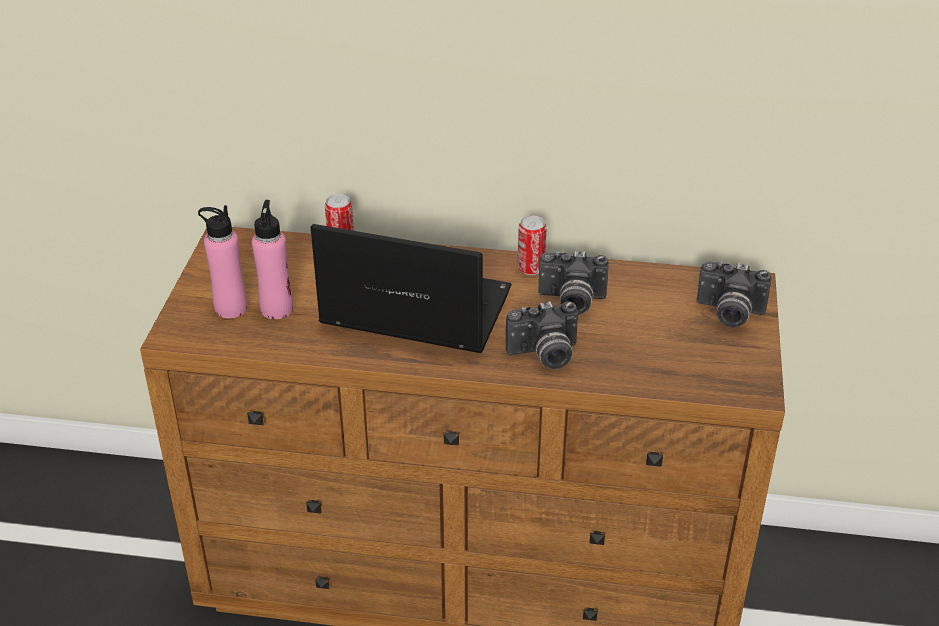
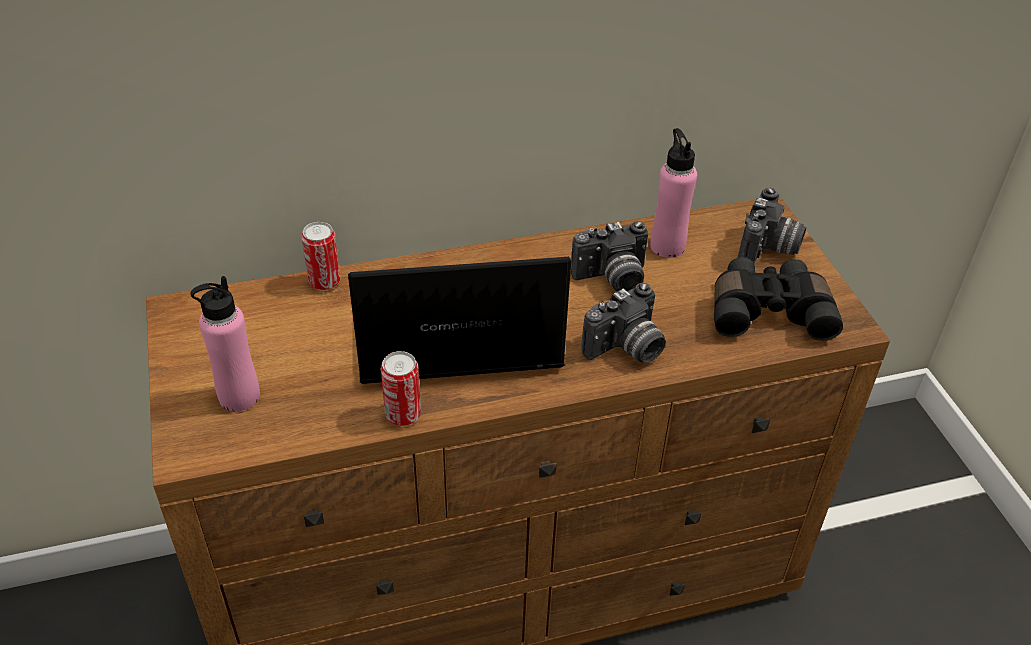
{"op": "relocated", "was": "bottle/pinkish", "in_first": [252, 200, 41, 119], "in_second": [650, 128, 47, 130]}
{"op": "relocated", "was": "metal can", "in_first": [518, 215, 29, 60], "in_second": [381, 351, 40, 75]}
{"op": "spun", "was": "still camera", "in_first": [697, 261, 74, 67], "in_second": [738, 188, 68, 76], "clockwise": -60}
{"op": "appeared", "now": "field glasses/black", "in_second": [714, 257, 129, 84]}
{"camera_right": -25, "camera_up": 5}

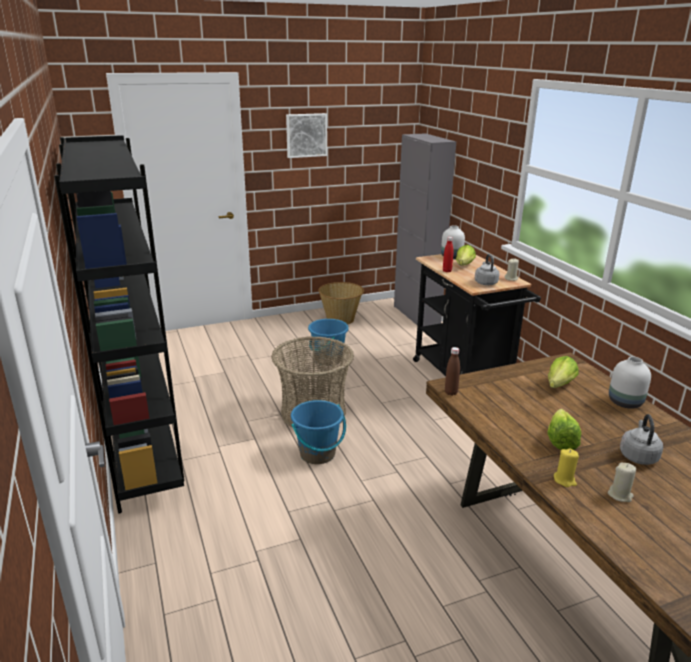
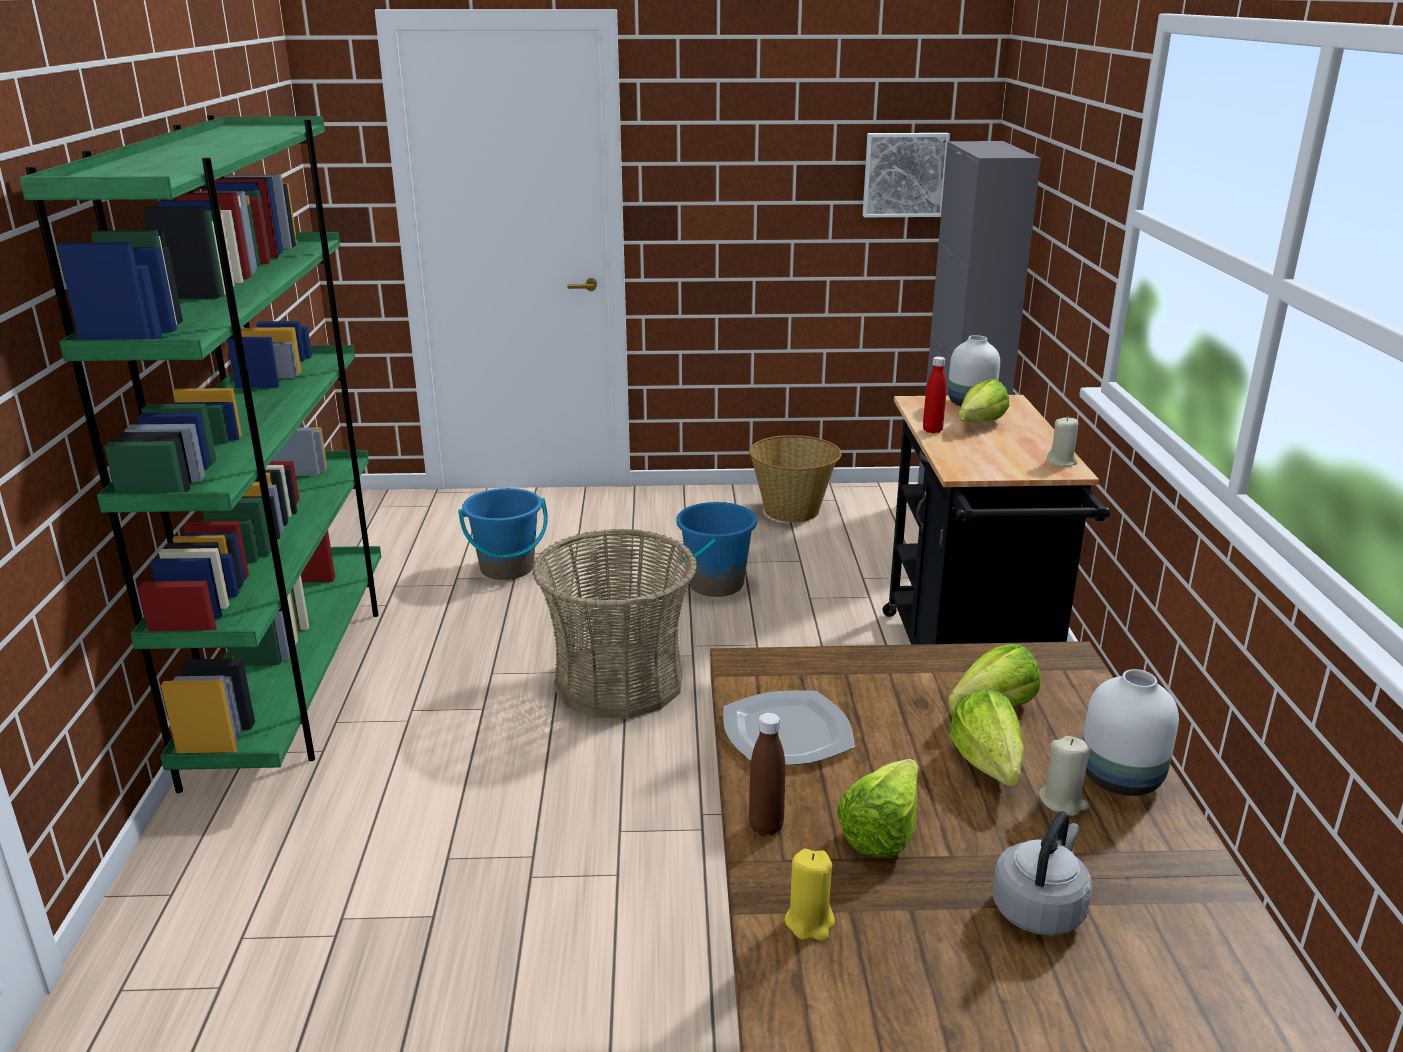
{"op": "colour", "was": "bookcase/black", "now": "bookcase/green", "in_first": [54, 135, 130, 379], "in_second": [19, 115, 362, 678]}
{"op": "relocated", "was": "picture", "in_first": [286, 113, 41, 45], "in_second": [863, 133, 87, 84]}
{"op": "relocated", "was": "water bucket/blue", "in_first": [291, 400, 55, 64], "in_second": [458, 488, 90, 92]}
{"op": "relocated", "was": "bottle/brown-coloured", "in_first": [445, 347, 15, 49], "in_second": [749, 713, 36, 123]}
{"op": "missing", "was": "kettle/gray", "in_first": [475, 254, 25, 31]}
{"op": "relocated", "was": "wax light/beige", "in_first": [608, 463, 28, 39], "in_second": [1039, 736, 51, 80]}
{"op": "appeared", "now": "dinner plate", "in_second": [723, 691, 132, 74]}
{"op": "appeared", "now": "lettuce head", "in_second": [949, 689, 75, 97]}
{"camera_right": 20, "camera_up": 0}

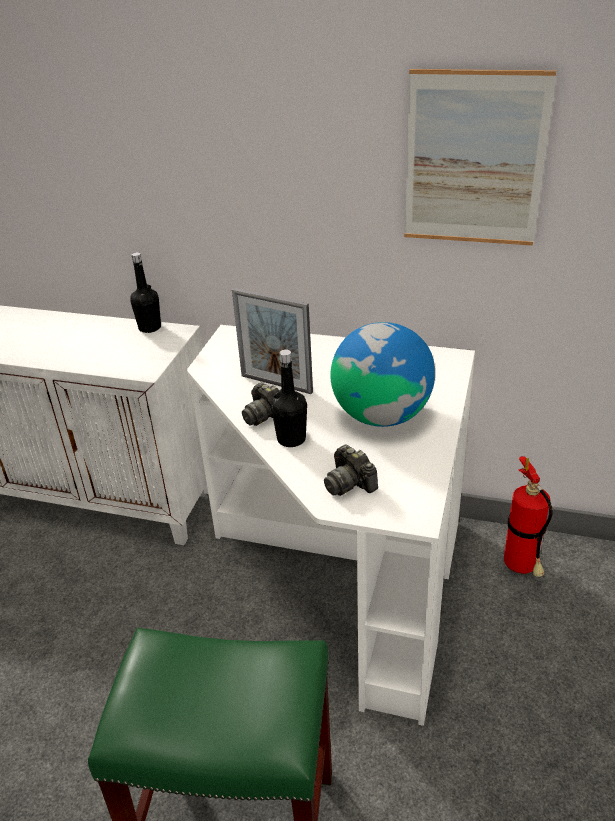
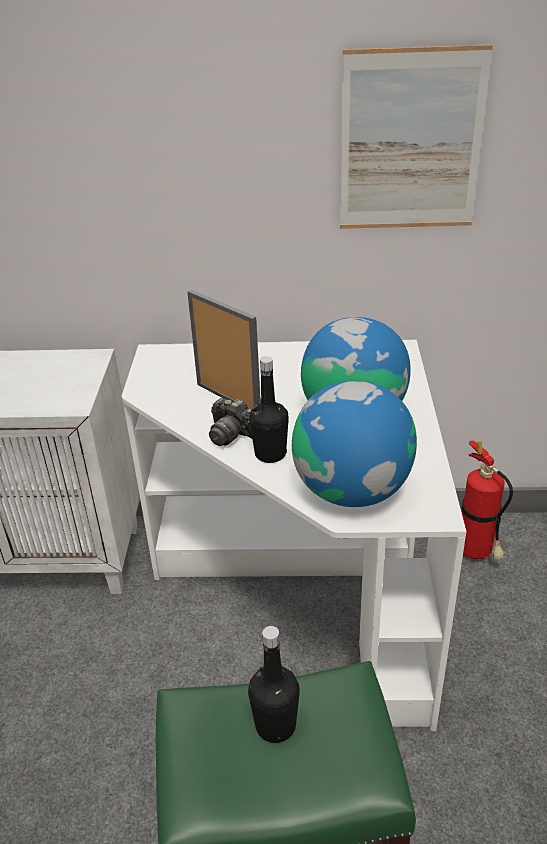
{"op": "relocated", "was": "bottle/black", "in_first": [130, 252, 31, 81], "in_second": [248, 626, 52, 117]}
{"op": "spun", "was": "picture frame", "in_first": [232, 288, 81, 106], "in_second": [187, 290, 74, 119], "clockwise": -150}
{"op": "exchanged", "was": "still camera", "now": "globe", "in_first": [324, 444, 54, 52], "in_second": [292, 381, 125, 126]}
{"camera_right": -15, "camera_up": 0}

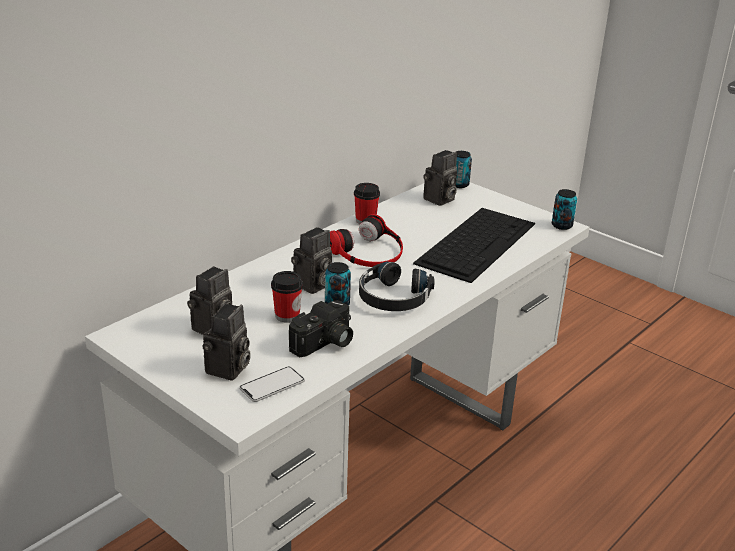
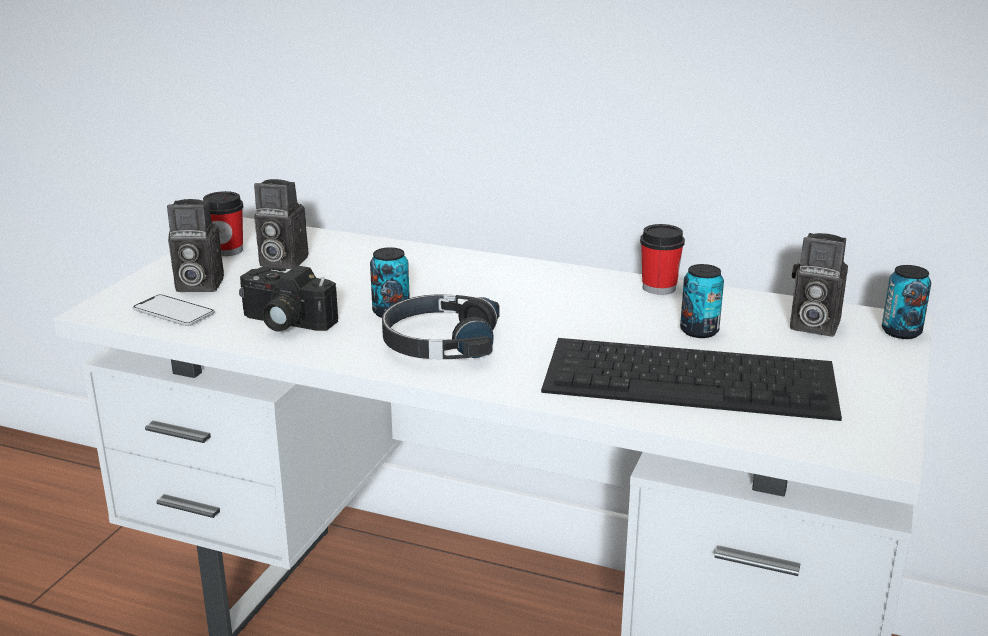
{"op": "relocated", "was": "drinking cup", "in_first": [271, 271, 32, 52], "in_second": [203, 191, 41, 65]}
{"op": "missing", "was": "still camera", "in_first": [291, 227, 41, 67]}
{"op": "missing", "was": "pair of headphones", "in_first": [330, 214, 73, 53]}
{"op": "relocated", "was": "metal can", "in_first": [552, 189, 25, 41], "in_second": [680, 264, 44, 74]}
{"camera_right": 70, "camera_up": -5}

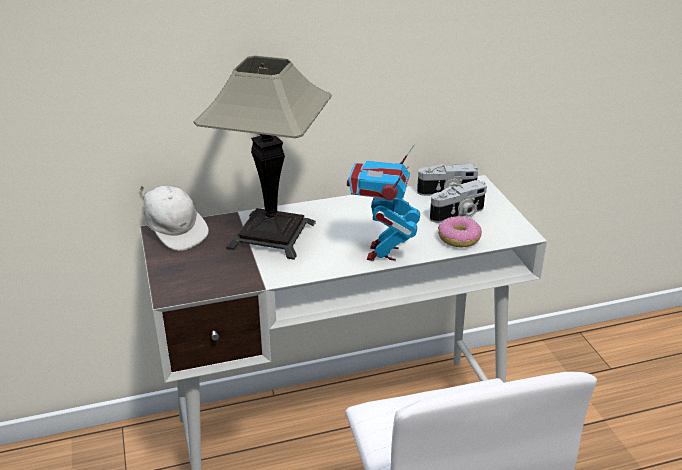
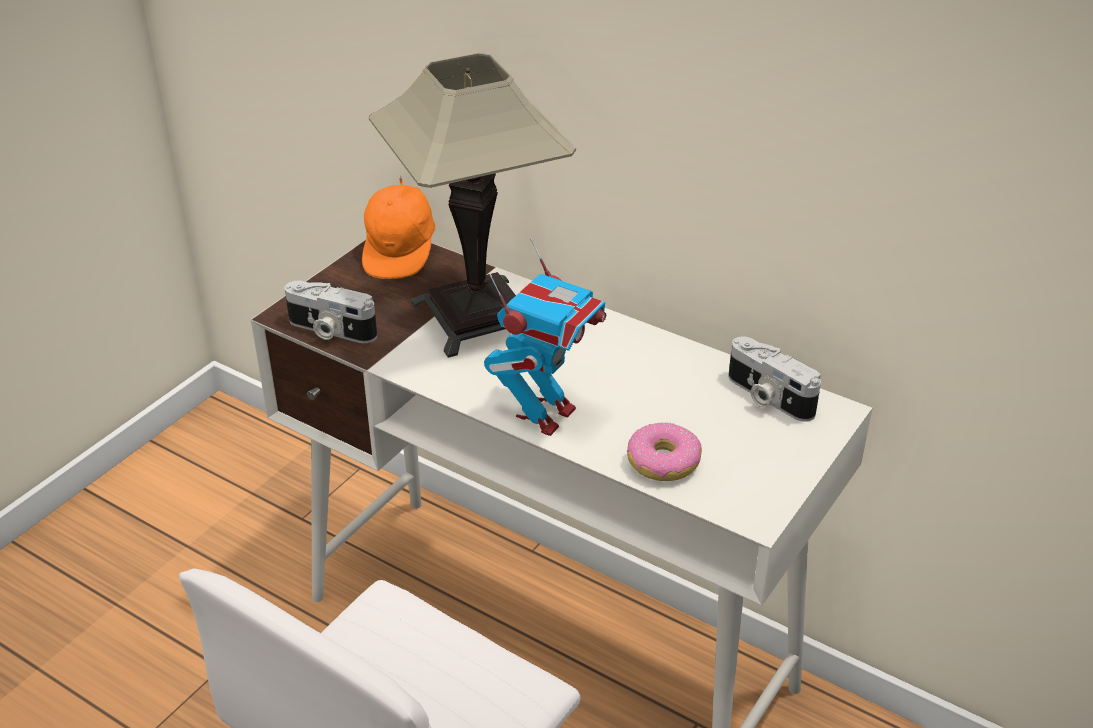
{"op": "colour", "was": "peaked cap/whitish", "now": "peaked cap/orangey", "in_first": [140, 186, 69, 65], "in_second": [362, 175, 73, 104]}
{"op": "spun", "was": "robot figure", "in_first": [347, 145, 73, 116], "in_second": [484, 238, 122, 198], "clockwise": 150}
{"op": "relocated", "was": "still camera", "in_first": [430, 180, 57, 43], "in_second": [284, 281, 93, 62]}
{"camera_right": 50, "camera_up": 5}

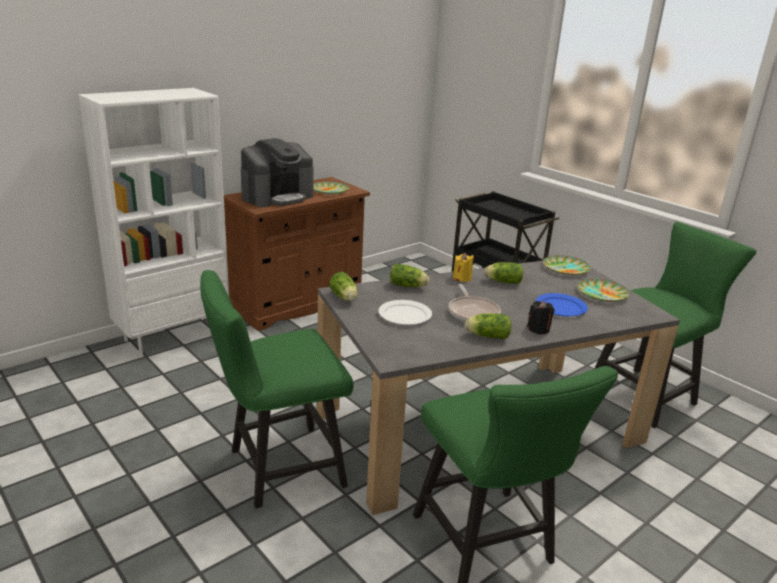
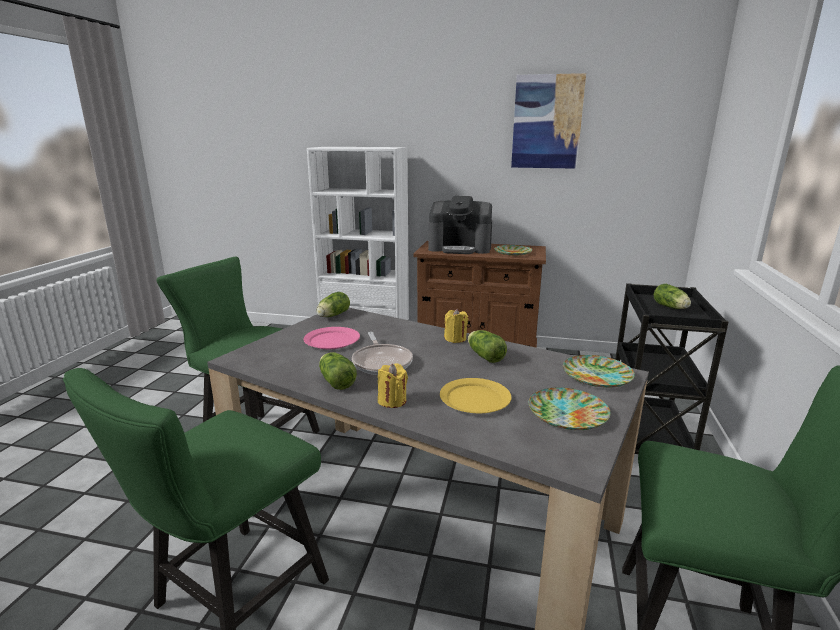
{"op": "colour", "was": "dinner plate/whitish", "now": "dinner plate/pinkish", "in_first": [378, 300, 54, 25], "in_second": [303, 327, 57, 22]}
{"op": "relocated", "was": "lettuce head", "in_first": [390, 264, 39, 23], "in_second": [654, 284, 37, 25]}
{"op": "spun", "was": "skillet", "in_first": [449, 284, 52, 38], "in_second": [352, 332, 61, 43], "clockwise": -60}
{"op": "colour", "was": "wax light/black", "now": "wax light/yellow", "in_first": [527, 301, 28, 33], "in_second": [378, 363, 30, 45]}
{"op": "colour", "was": "dinner plate/blue", "now": "dinner plate/yellow", "in_first": [536, 293, 52, 23], "in_second": [440, 378, 71, 35]}
{"op": "appeared", "now": "picture", "in_second": [511, 73, 75, 96]}
{"camera_right": 55, "camera_up": -5}

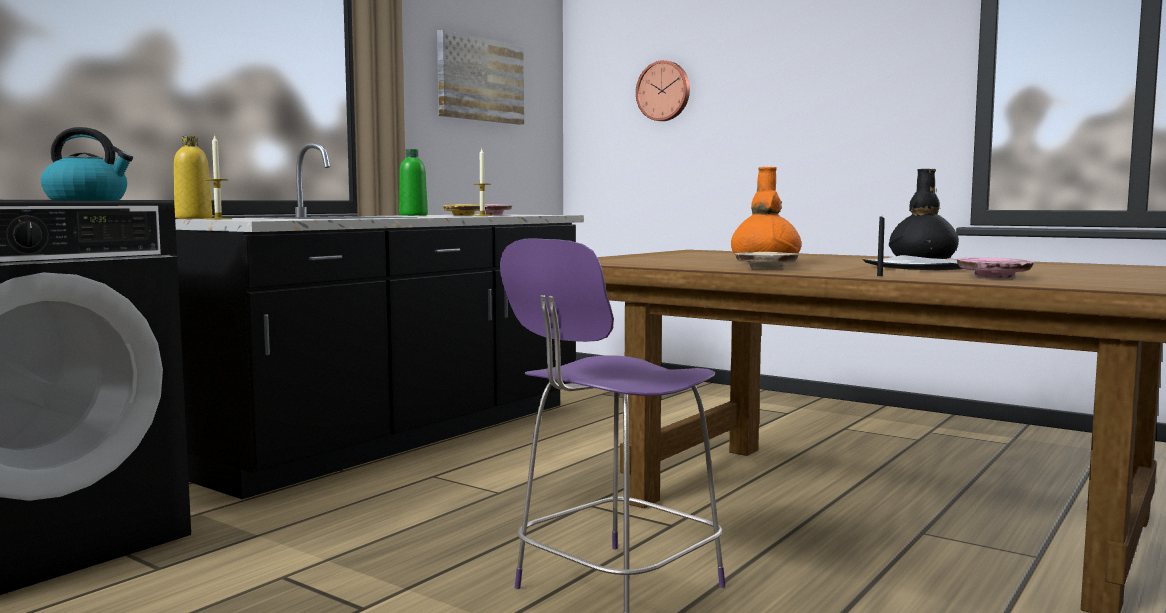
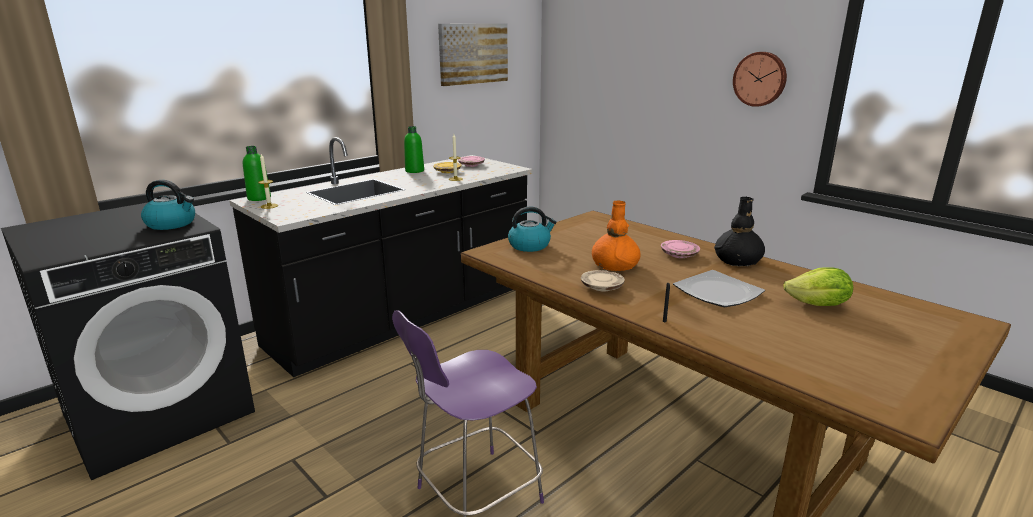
{"op": "colour", "was": "bottle/yellow", "now": "bottle/green", "in_first": [174, 136, 38, 83], "in_second": [243, 146, 28, 55]}
{"op": "relocated", "was": "clock on the wall", "in_first": [636, 60, 54, 61], "in_second": [733, 52, 54, 55]}
{"op": "relocated", "was": "dinner plate/pinkish", "in_first": [957, 257, 77, 21], "in_second": [661, 240, 39, 18]}
{"op": "appeared", "now": "kettle", "in_second": [508, 207, 49, 45]}
{"op": "appeared", "now": "lettuce head", "in_second": [783, 267, 70, 39]}
{"camera_right": 10, "camera_up": 15}

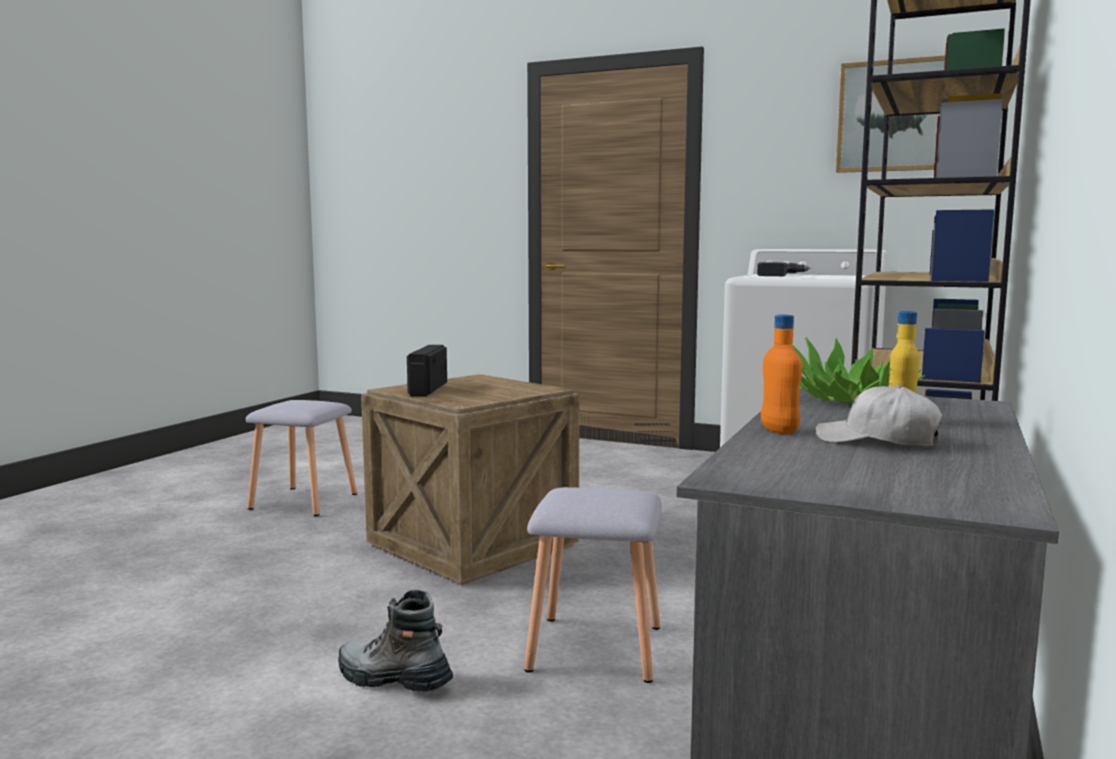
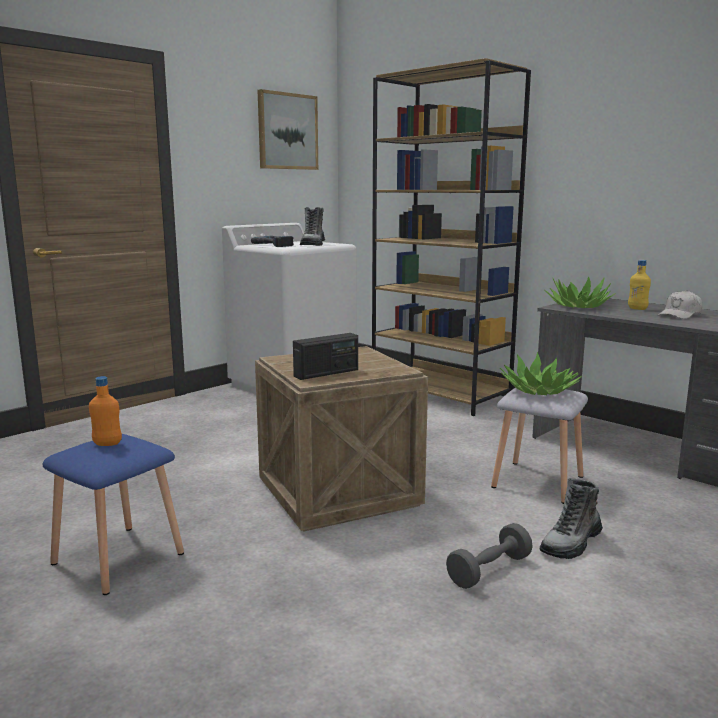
{"op": "colour", "was": "sitting stool/gray", "now": "sitting stool/blue", "in_first": [246, 400, 111, 116], "in_second": [42, 434, 142, 161]}
{"op": "spun", "was": "radio receiver", "in_first": [407, 345, 40, 51], "in_second": [293, 333, 65, 47], "clockwise": -60}
{"op": "relocated", "was": "bottle/orangey", "in_first": [761, 314, 41, 120], "in_second": [89, 376, 33, 70]}
{"op": "appeared", "now": "tall boot", "in_second": [300, 207, 25, 39]}
{"op": "appeared", "now": "free weight/gray", "in_second": [446, 523, 87, 66]}
{"op": "appeared", "now": "houseplant", "in_second": [500, 352, 82, 43]}
{"camera_right": -70, "camera_up": 5}

